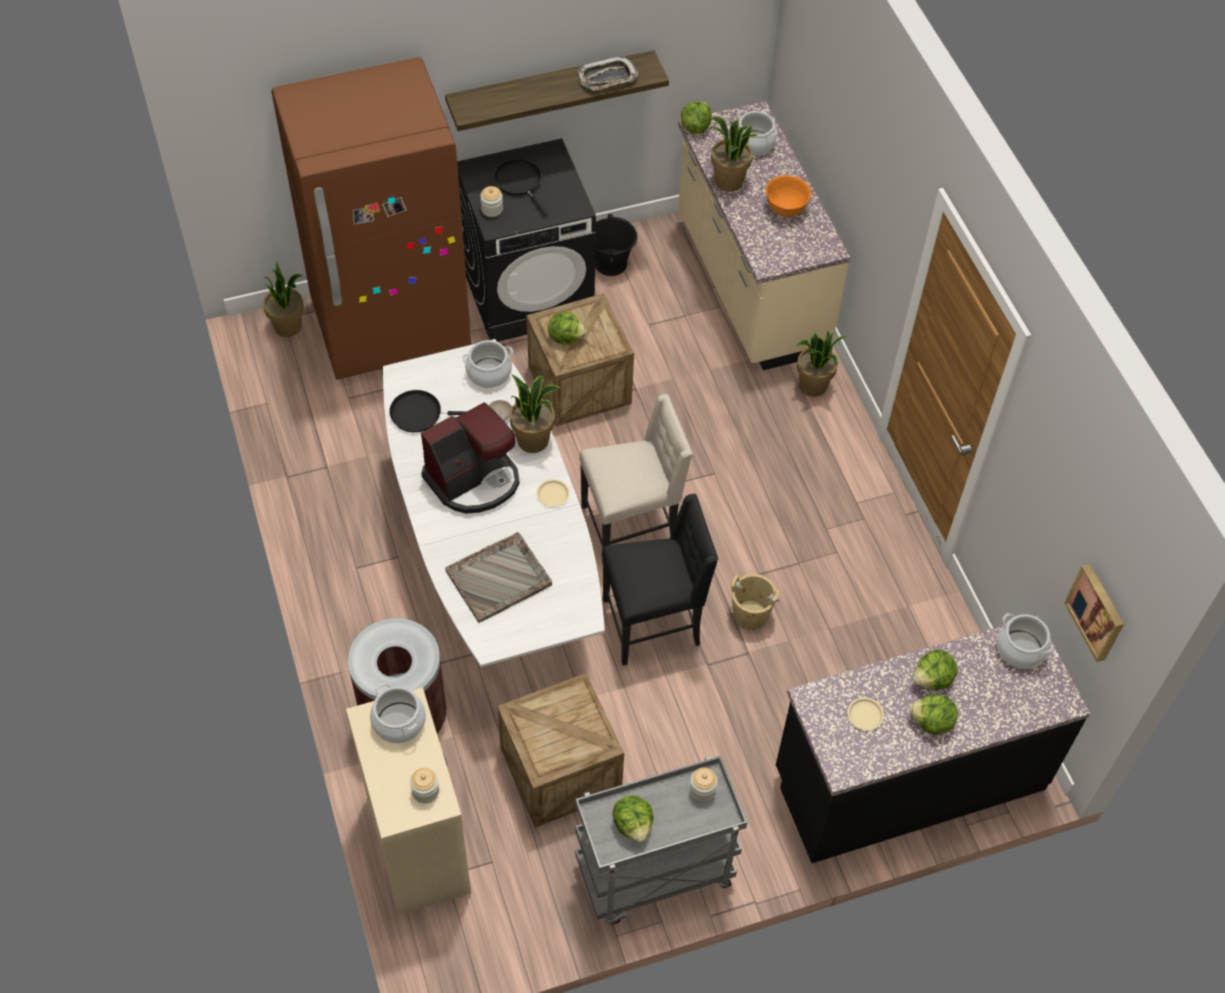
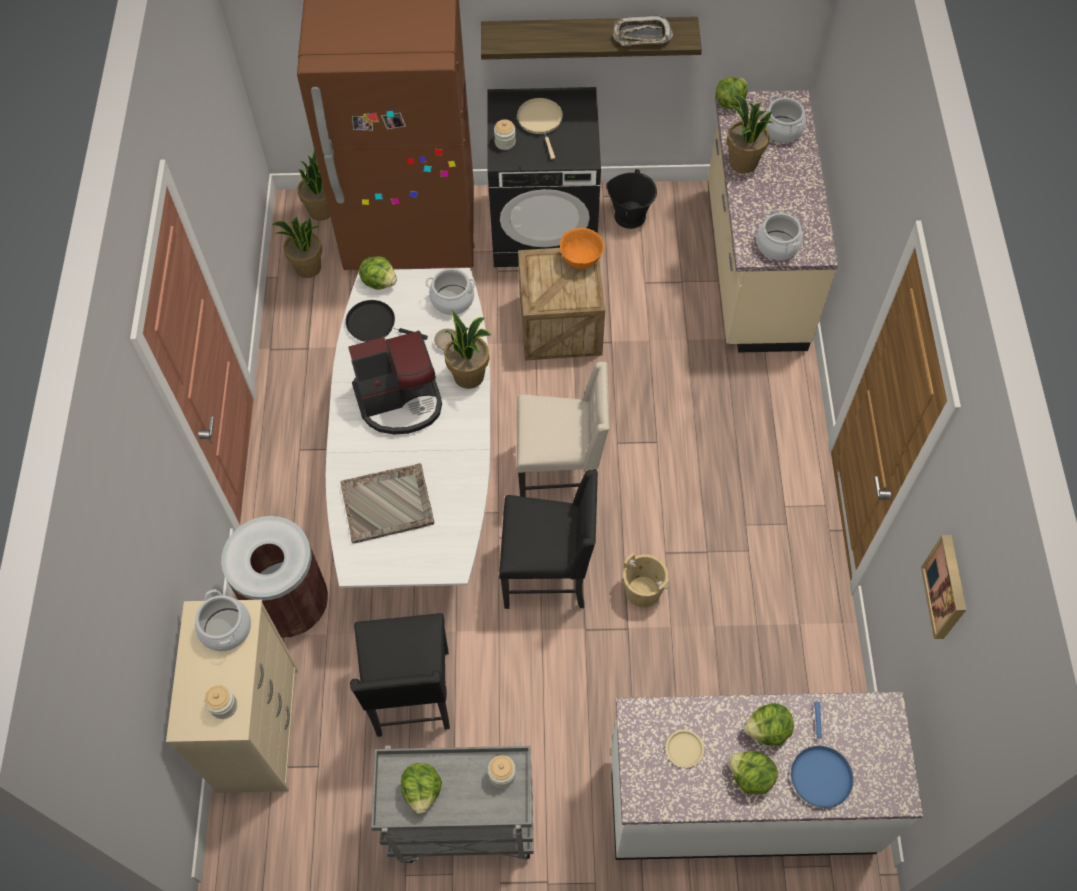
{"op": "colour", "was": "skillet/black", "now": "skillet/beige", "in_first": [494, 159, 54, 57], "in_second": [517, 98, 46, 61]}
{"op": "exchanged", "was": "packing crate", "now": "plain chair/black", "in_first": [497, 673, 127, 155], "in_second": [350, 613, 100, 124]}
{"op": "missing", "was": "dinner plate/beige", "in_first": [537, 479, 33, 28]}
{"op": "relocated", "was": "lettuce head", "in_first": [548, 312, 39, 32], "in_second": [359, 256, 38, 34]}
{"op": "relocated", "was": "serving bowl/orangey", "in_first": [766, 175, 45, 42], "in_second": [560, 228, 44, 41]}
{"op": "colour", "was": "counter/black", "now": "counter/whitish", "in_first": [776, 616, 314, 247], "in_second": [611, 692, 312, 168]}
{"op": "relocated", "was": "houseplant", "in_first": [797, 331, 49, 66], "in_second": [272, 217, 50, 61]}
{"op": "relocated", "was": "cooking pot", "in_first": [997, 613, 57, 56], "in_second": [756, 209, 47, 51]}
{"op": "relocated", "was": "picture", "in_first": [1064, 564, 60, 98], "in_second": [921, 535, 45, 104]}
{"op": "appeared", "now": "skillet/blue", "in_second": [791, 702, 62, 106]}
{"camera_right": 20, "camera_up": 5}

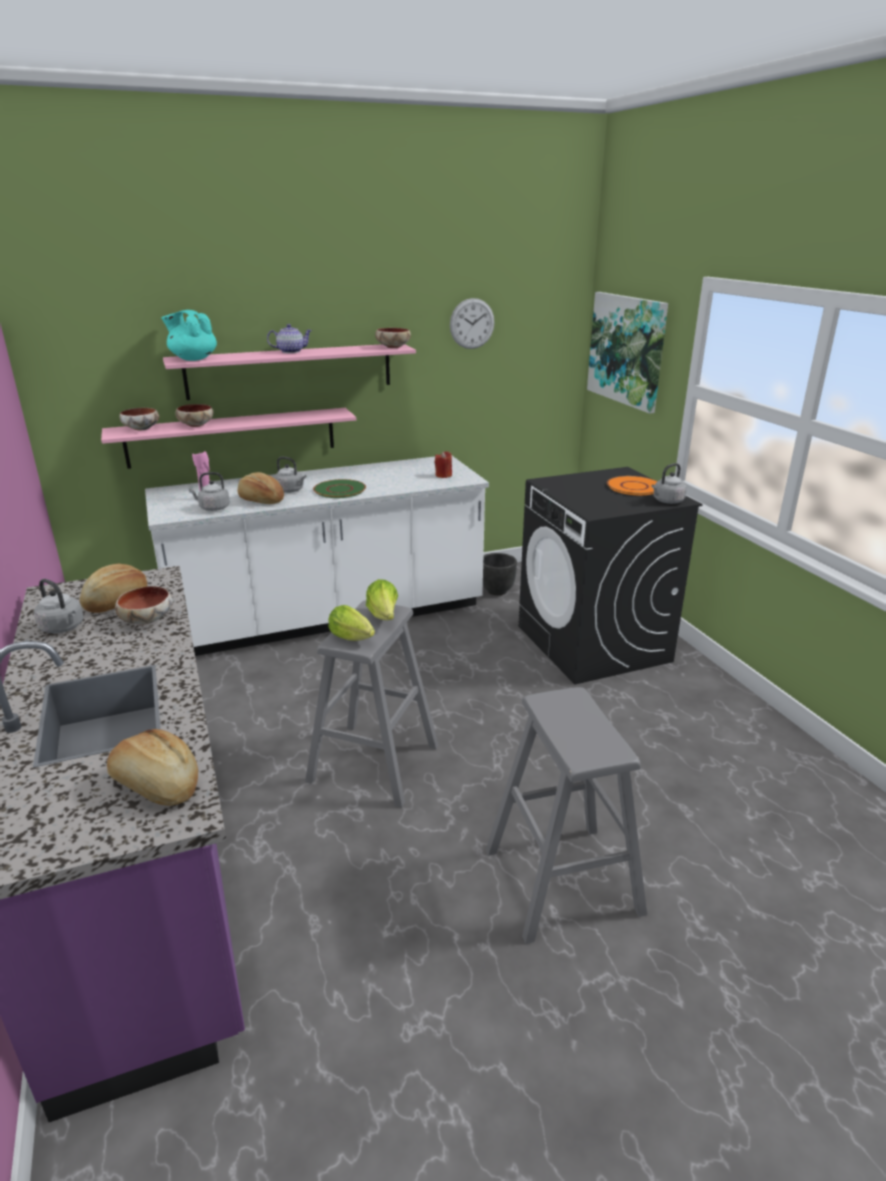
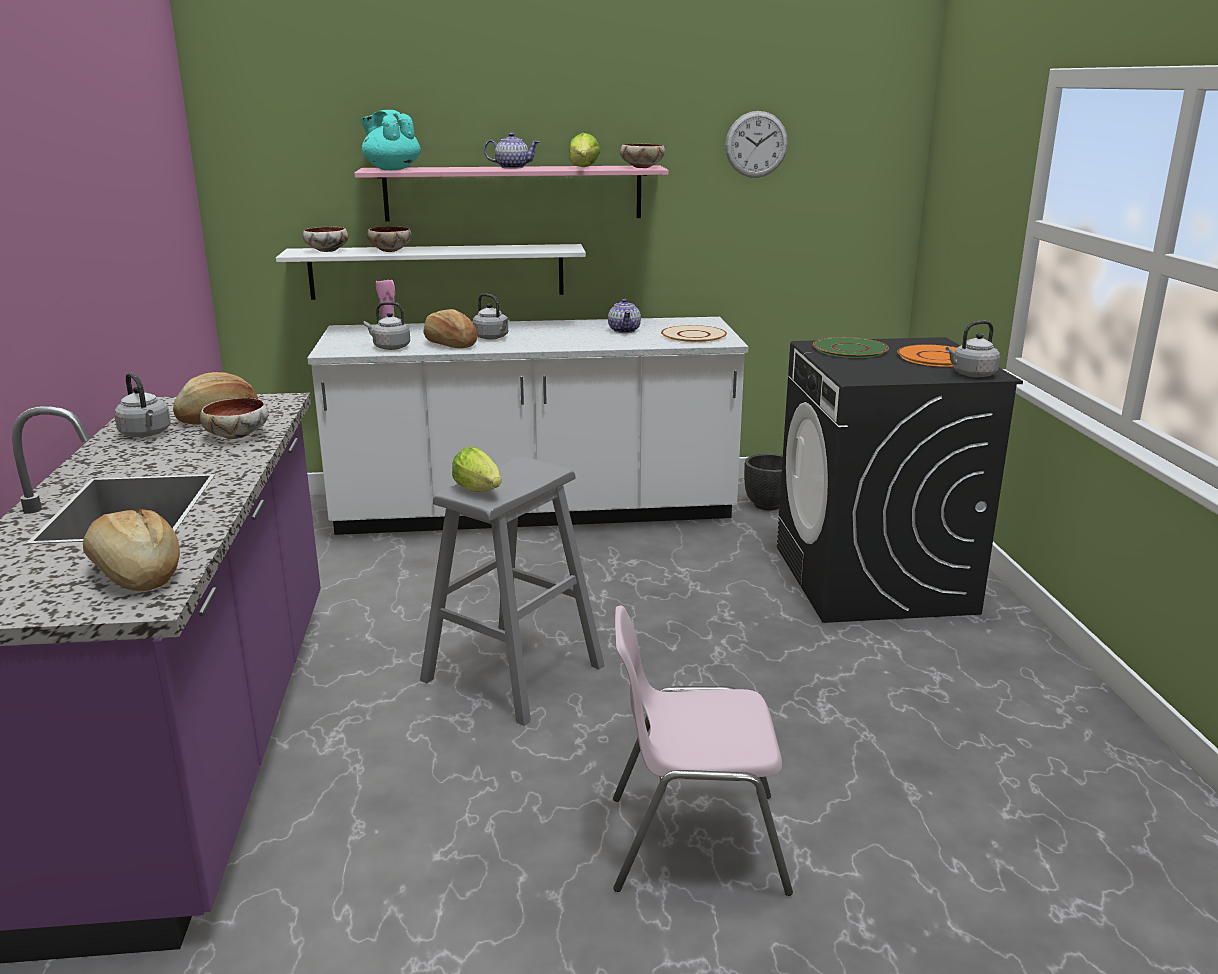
{"op": "colour", "was": "wall shelf/pinkish", "now": "wall shelf/whitish", "in_first": [101, 408, 255, 61], "in_second": [276, 244, 310, 56]}
{"op": "relocated", "was": "dinner plate/green", "in_first": [313, 479, 53, 19], "in_second": [813, 337, 76, 21]}
{"op": "relocated", "was": "lettuce head", "in_first": [366, 579, 32, 41], "in_second": [569, 133, 31, 34]}
{"op": "exchanged", "was": "wax light/red-coloured", "now": "dinner plate/beige", "in_first": [435, 451, 17, 27], "in_second": [661, 325, 66, 18]}
{"op": "exchanged", "was": "sitting stool/gray", "now": "plain chair/pinkish", "in_first": [486, 687, 161, 257], "in_second": [613, 605, 180, 291]}
{"op": "missing", "was": "picture", "in_first": [587, 292, 81, 122]}
{"op": "appeared", "now": "pot for tea", "in_second": [608, 299, 33, 34]}
{"camera_right": 15, "camera_up": -5}

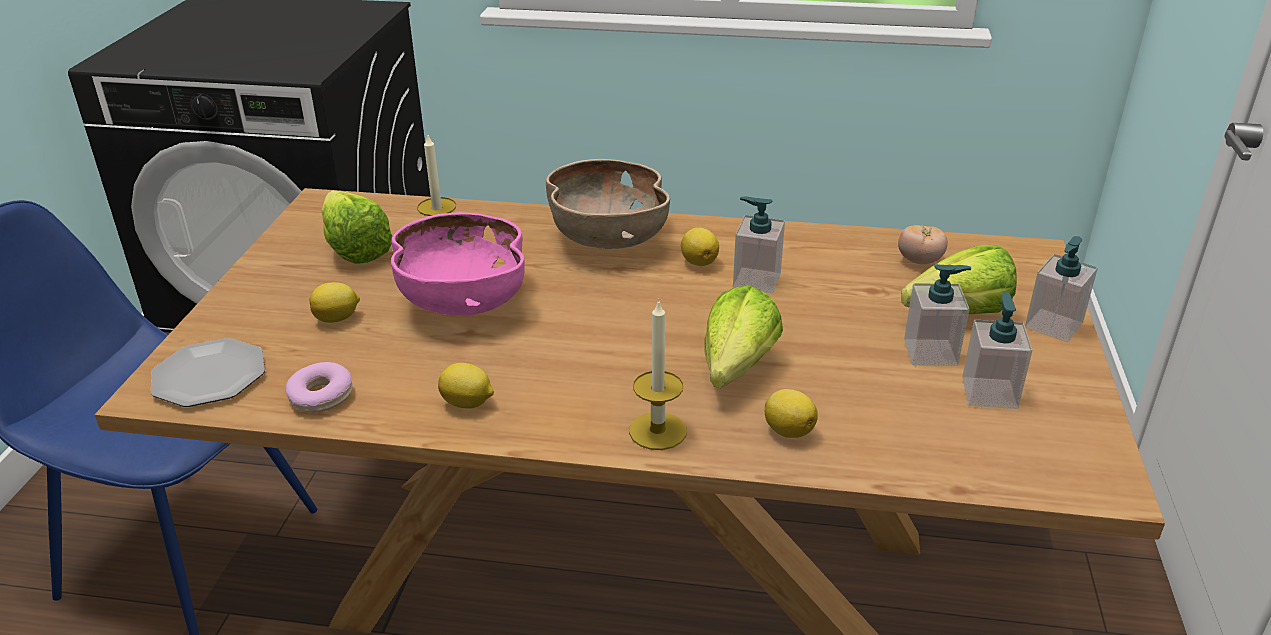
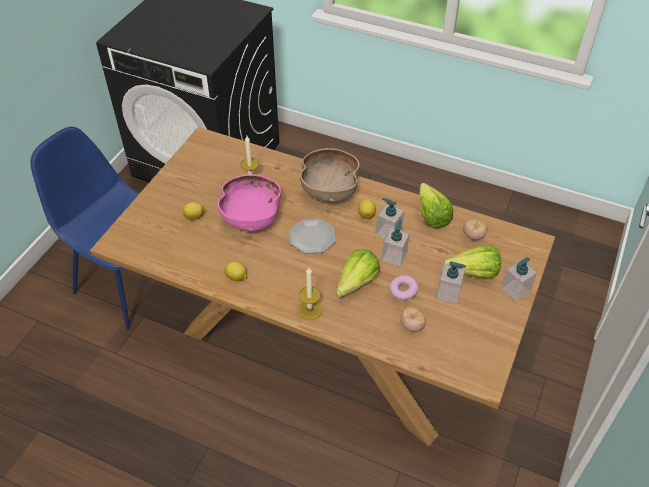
{"op": "relocated", "was": "dinner plate", "in_first": [151, 338, 114, 69], "in_second": [289, 219, 47, 35]}
{"op": "relocated", "was": "ring doughnut", "in_first": [285, 362, 68, 51], "in_second": [390, 275, 29, 26]}
{"op": "relocated", "was": "lettuce head", "in_first": [321, 190, 71, 74], "in_second": [419, 183, 35, 46]}
{"op": "missing", "was": "whole lemon", "in_first": [765, 389, 53, 49]}
{"op": "relocated", "was": "soap bottle", "in_first": [962, 291, 71, 118], "in_second": [382, 219, 28, 48]}
{"op": "appeared", "now": "tomato", "in_second": [400, 307, 26, 25]}
{"camera_right": 15, "camera_up": 15}

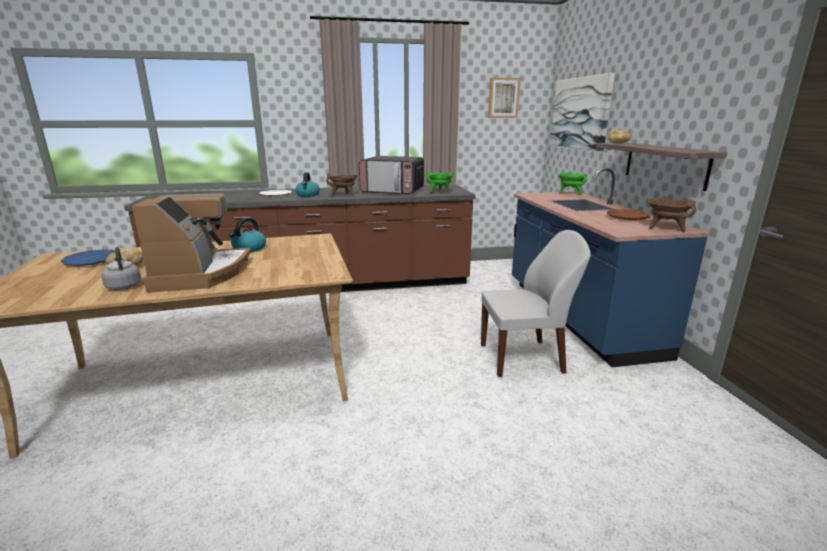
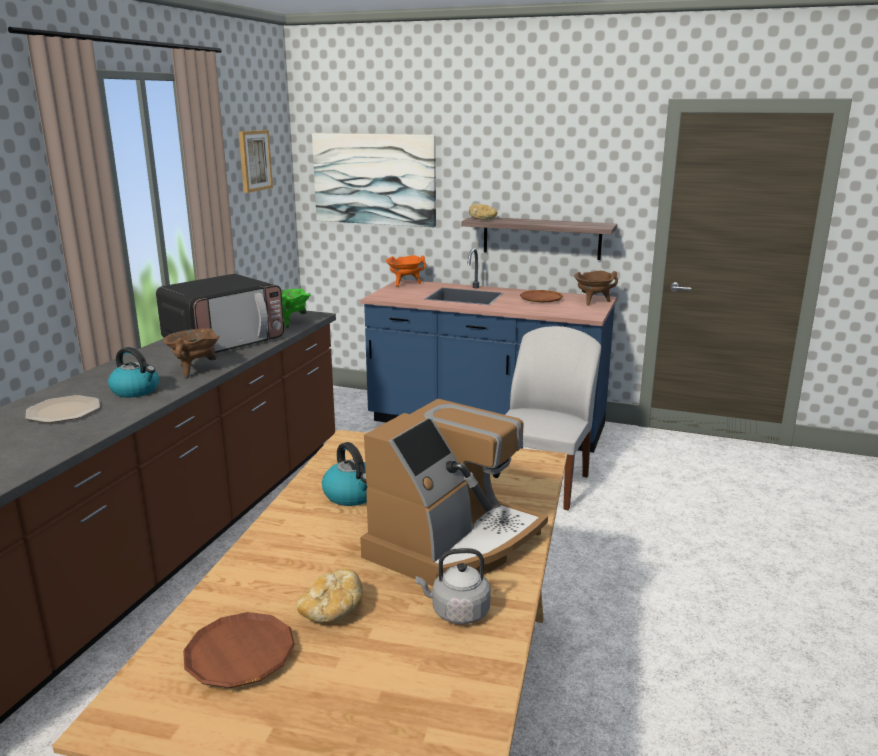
{"op": "colour", "was": "dinner plate/blue", "now": "dinner plate/brown-coloured", "in_first": [61, 249, 54, 17], "in_second": [183, 612, 112, 76]}
{"op": "spun", "was": "coffee machine", "in_first": [132, 193, 119, 100], "in_second": [360, 399, 188, 187], "clockwise": 105}
{"op": "colour", "was": "cooking pot/green", "now": "cooking pot/orangey", "in_first": [558, 172, 29, 23], "in_second": [386, 255, 40, 32]}
{"camera_right": -60, "camera_up": 0}

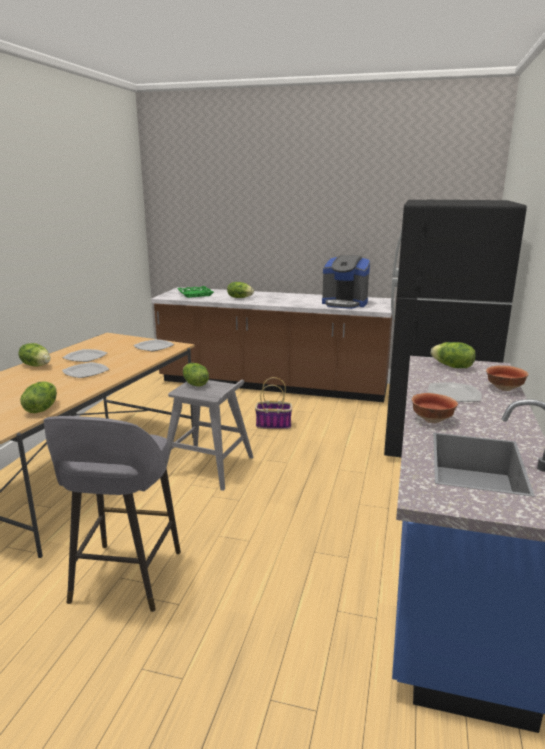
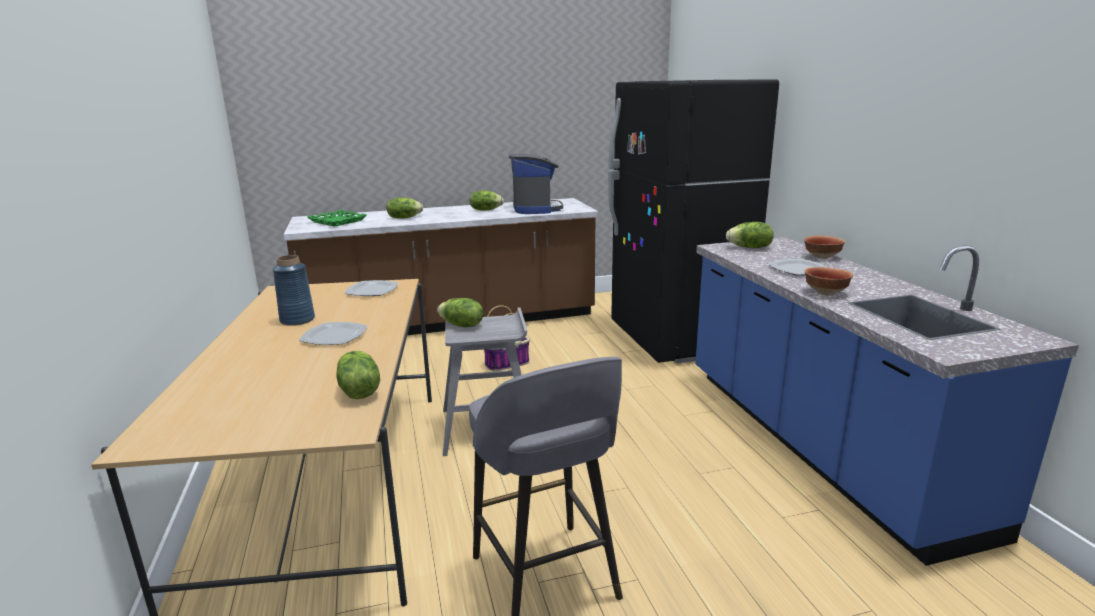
{"op": "relocated", "was": "lettuce head", "in_first": [18, 343, 33, 24], "in_second": [470, 190, 34, 21]}
{"op": "exchanged", "was": "dinner plate", "now": "vase/blue", "in_first": [63, 349, 44, 13], "in_second": [273, 255, 42, 71]}
{"op": "spun", "was": "coffee machine", "in_first": [322, 255, 48, 54], "in_second": [509, 154, 54, 60], "clockwise": -90}
{"camera_right": -30, "camera_up": 0}

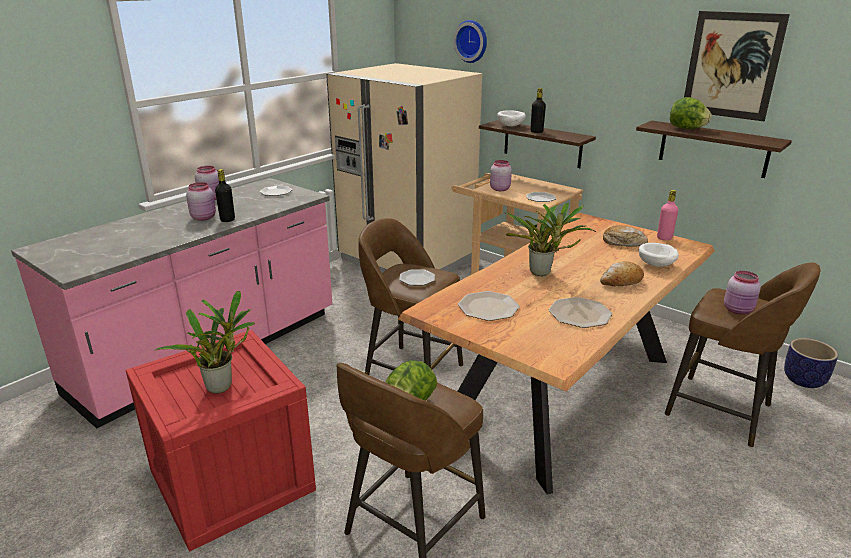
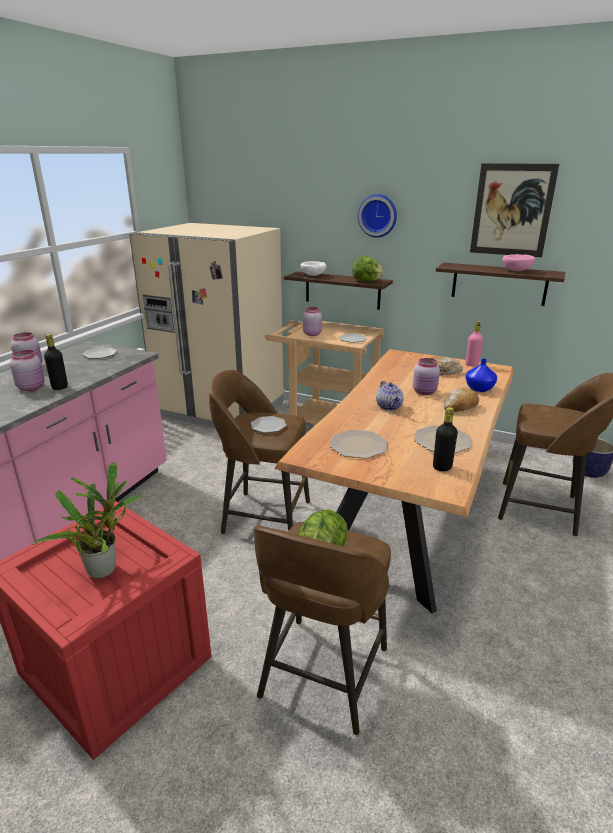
{"op": "relocated", "was": "clock on the wall", "in_first": [453, 20, 34, 43], "in_second": [358, 194, 39, 44]}
{"op": "exchanged", "was": "houseplant", "now": "pot for tea", "in_first": [504, 203, 92, 73], "in_second": [376, 381, 28, 30]}
{"op": "relocated", "was": "bottle/black", "in_first": [530, 88, 16, 45], "in_second": [433, 407, 25, 64]}
{"op": "exchanged", "was": "serving bowl/whitish", "now": "vase/blue", "in_first": [639, 243, 40, 24], "in_second": [466, 359, 31, 33]}
{"op": "relocated", "was": "lettuce head", "in_first": [670, 97, 42, 32], "in_second": [353, 256, 31, 26]}
{"op": "relocated", "was": "preserve jar/pinkish", "in_first": [724, 271, 37, 44], "in_second": [413, 358, 27, 37]}
{"op": "appeared", "now": "serving bowl/pinkish", "in_second": [502, 254, 33, 17]}
{"camera_right": -15, "camera_up": 0}

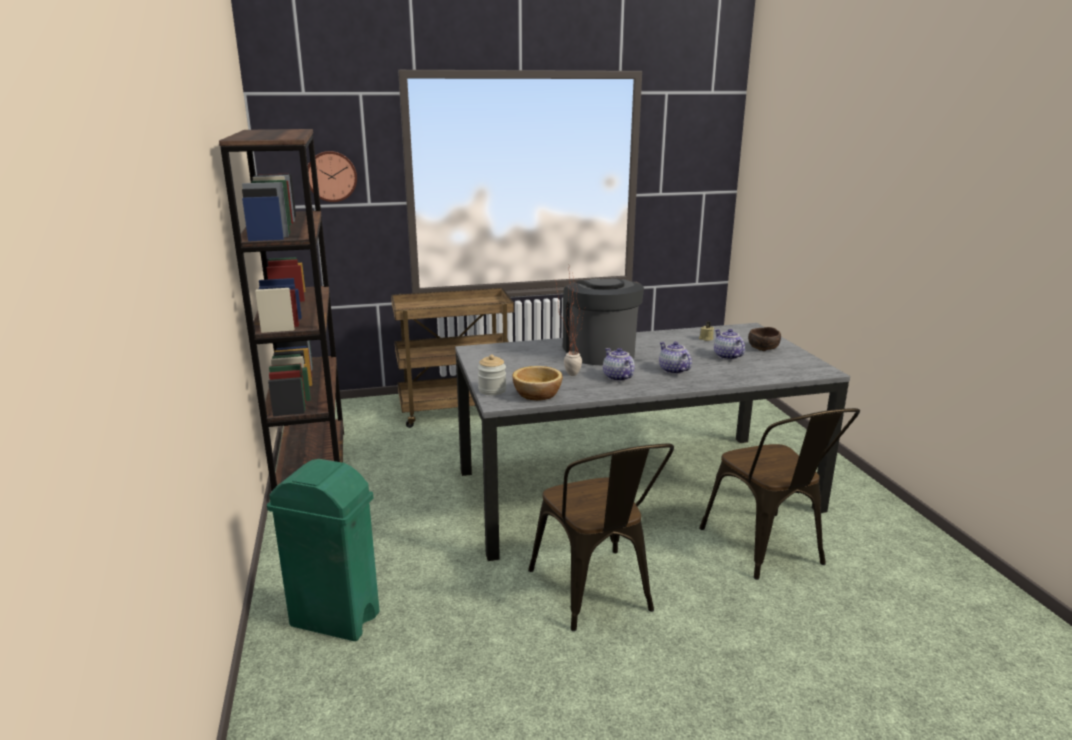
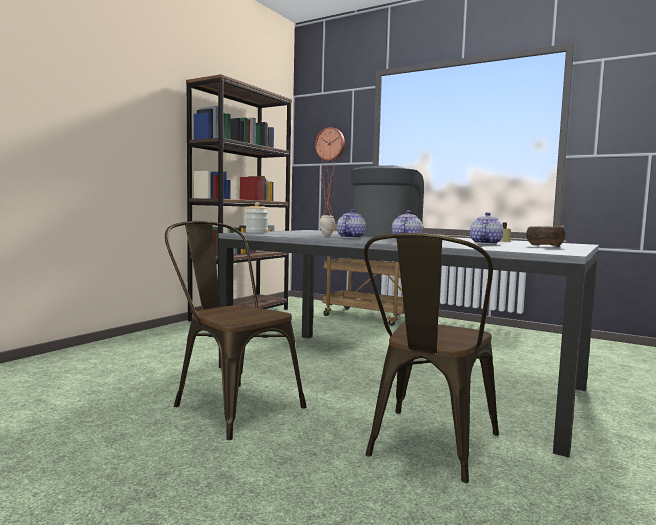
{"op": "missing", "was": "waste bin/green", "in_first": [267, 459, 112, 182]}
{"op": "missing", "was": "serving bowl", "in_first": [512, 366, 50, 35]}
{"op": "spun", "was": "plain chair/brown-coloured", "in_first": [528, 444, 146, 187], "in_second": [165, 221, 142, 219], "clockwise": 105}
{"camera_right": 45, "camera_up": -15}

